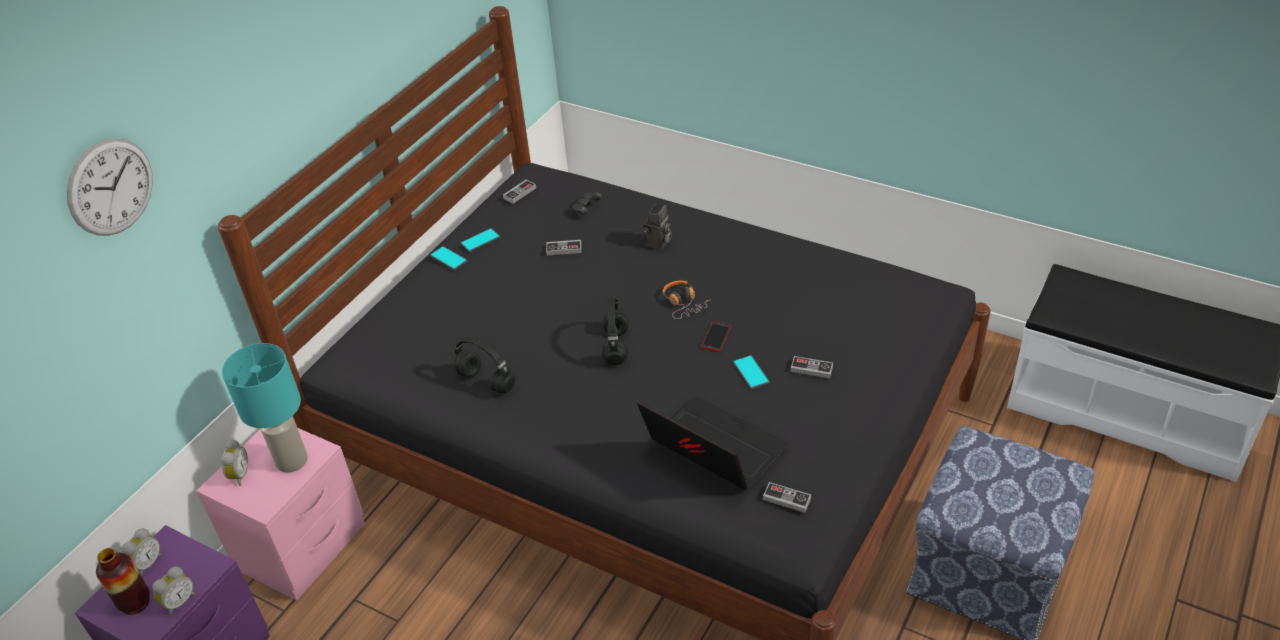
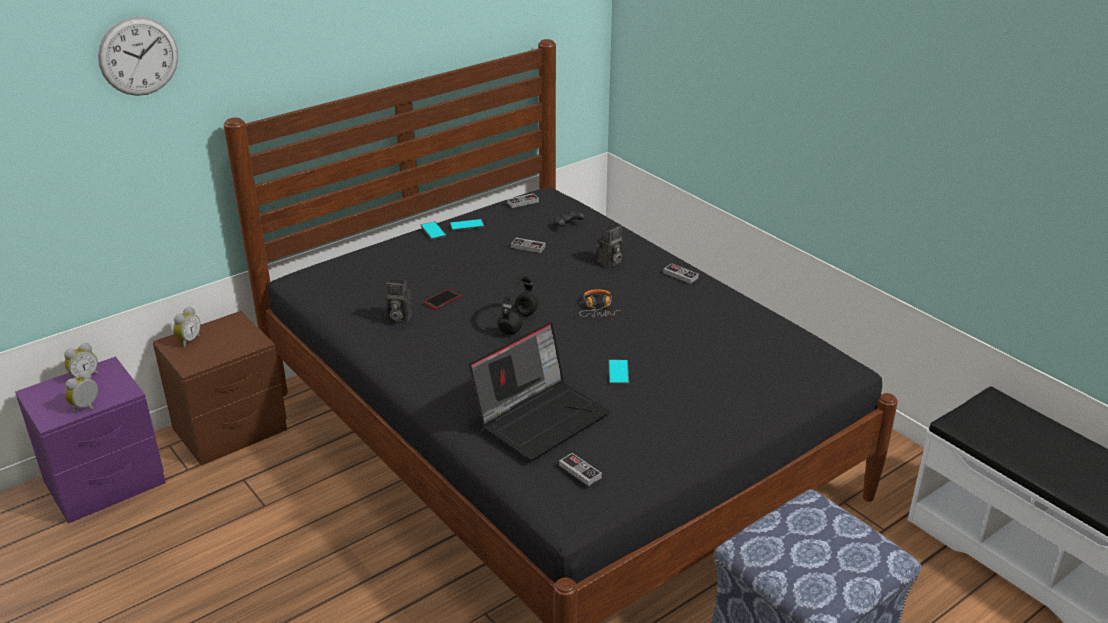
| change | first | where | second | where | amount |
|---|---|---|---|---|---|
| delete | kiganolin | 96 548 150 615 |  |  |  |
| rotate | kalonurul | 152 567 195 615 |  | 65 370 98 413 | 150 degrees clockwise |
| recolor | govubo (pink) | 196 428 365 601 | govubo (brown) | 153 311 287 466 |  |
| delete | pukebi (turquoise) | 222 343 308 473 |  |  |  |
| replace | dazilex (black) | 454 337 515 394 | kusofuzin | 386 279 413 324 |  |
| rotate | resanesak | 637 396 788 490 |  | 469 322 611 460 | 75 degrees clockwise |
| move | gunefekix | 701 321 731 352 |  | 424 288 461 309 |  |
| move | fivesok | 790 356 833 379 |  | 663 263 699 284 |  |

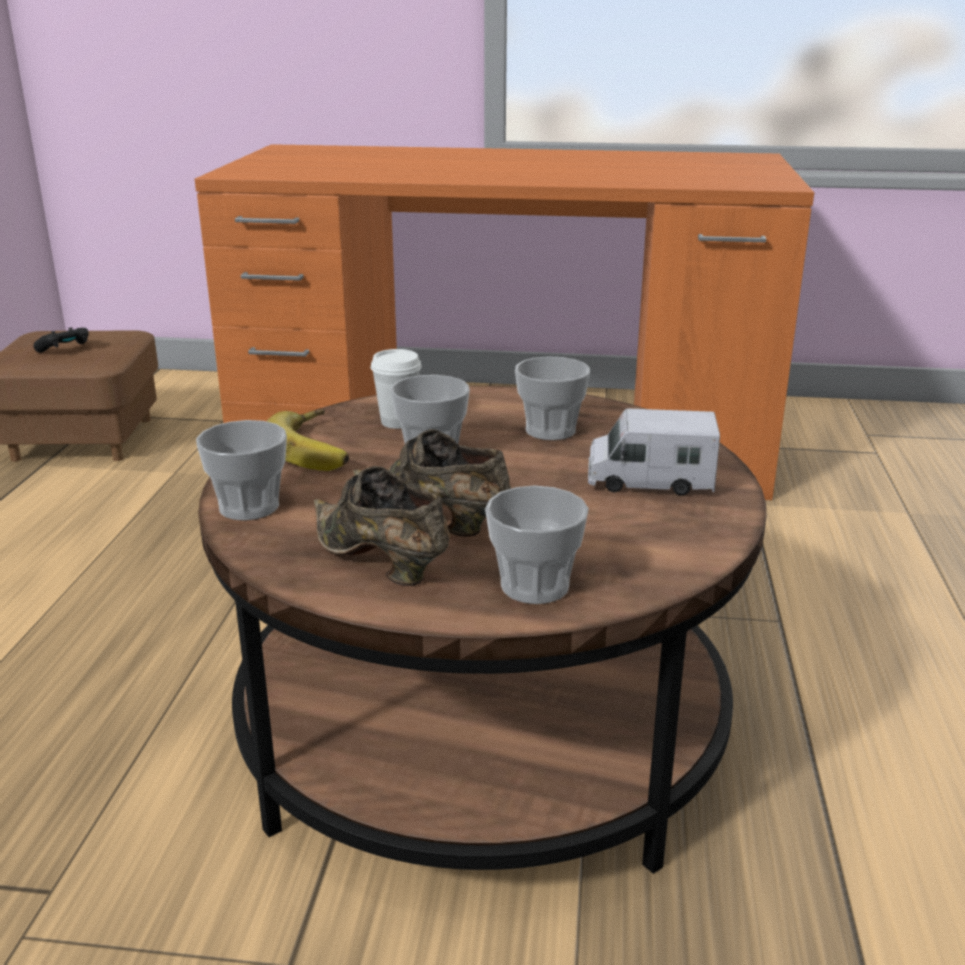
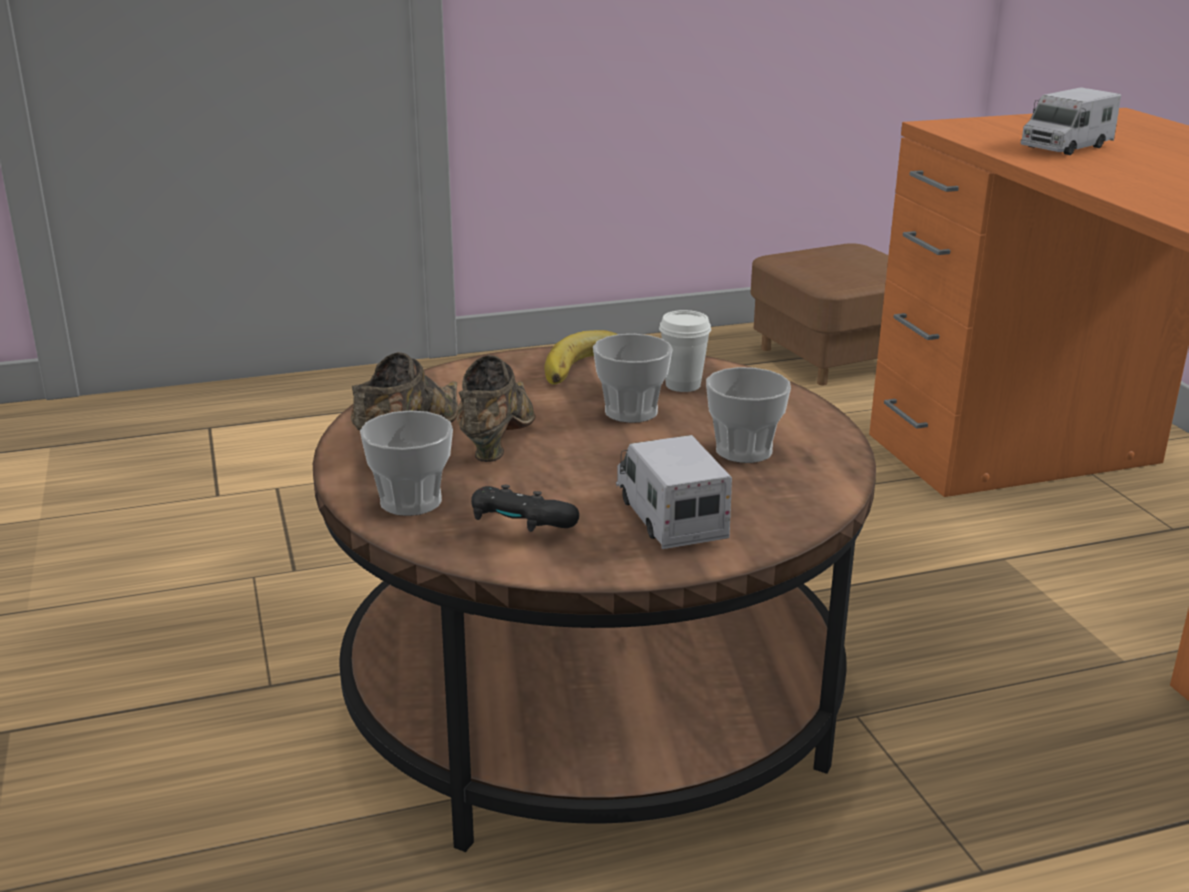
| change | first | where | second | where | amount |
|---|---|---|---|---|---|
| move | fivesok (black) | 34 327 89 353 |  | 471 485 579 532 |  |
| delete | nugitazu | 196 420 287 521 |  |  |  |
| insert |  |  | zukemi | 1021 88 1121 155 |  |

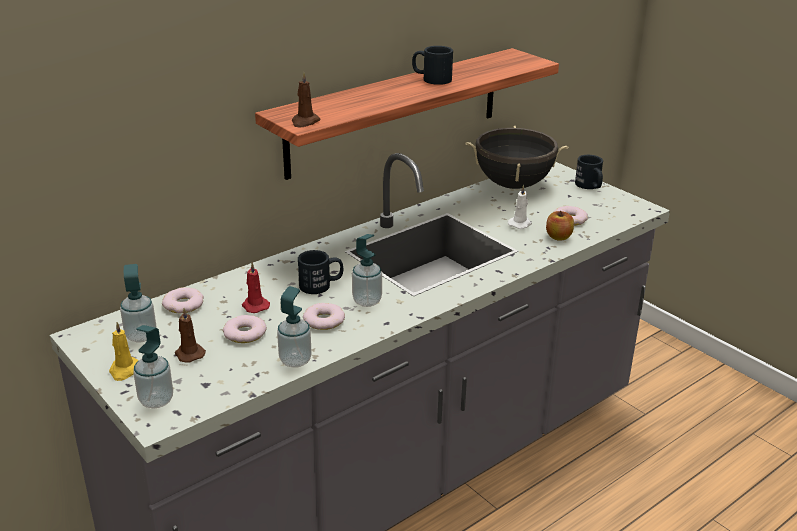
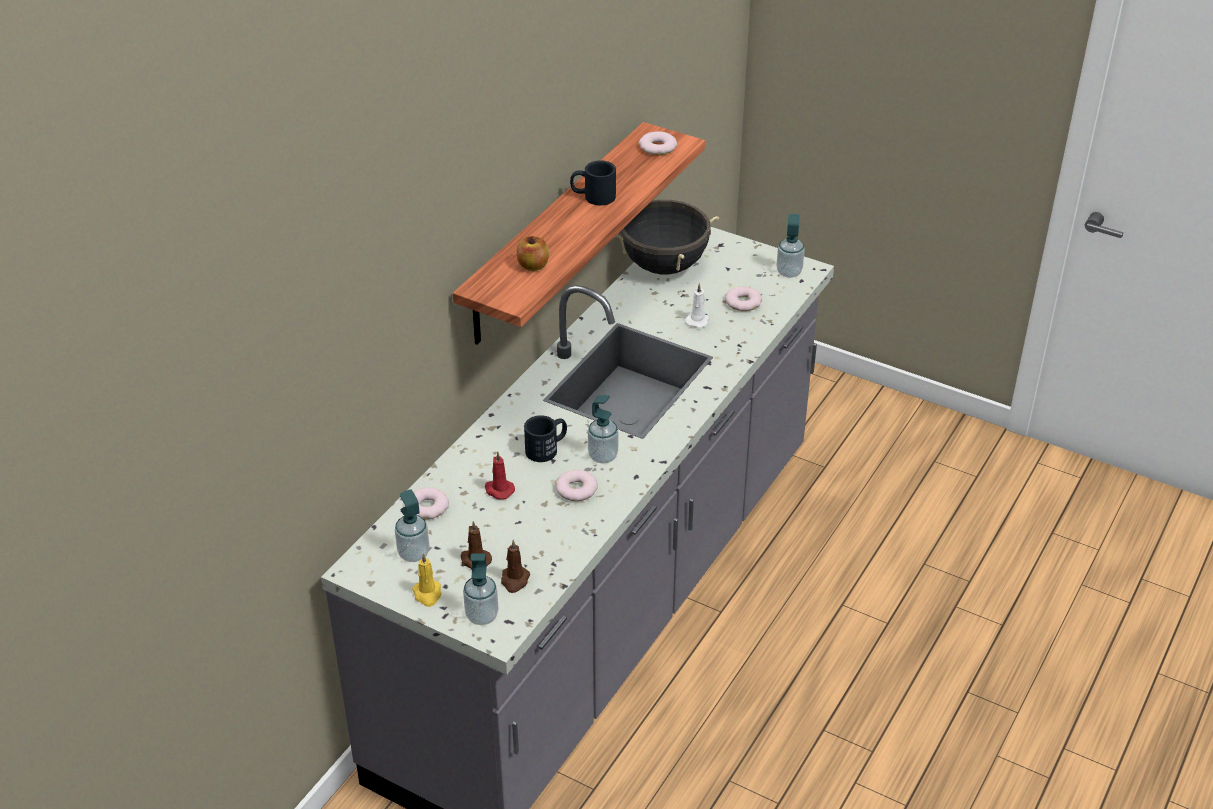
| change | first | where | second | where | amount |
|---|---|---|---|---|---|
| move | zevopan | 223 315 267 343 |  | 639 131 677 155 |  |
| move | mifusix | 277 286 312 368 |  | 776 214 805 278 |  |
| move | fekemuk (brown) | 292 71 320 127 |  | 501 540 530 593 |  |
| move | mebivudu | 546 210 574 241 |  | 517 236 549 271 |  |
| delete | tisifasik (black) | 575 155 603 189 |  |  |  |

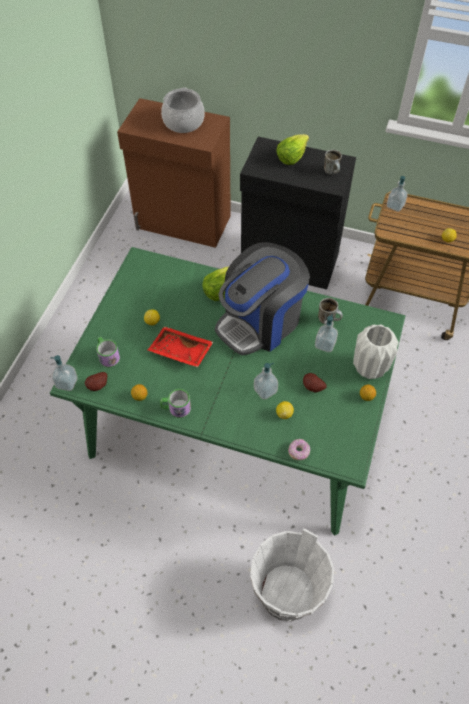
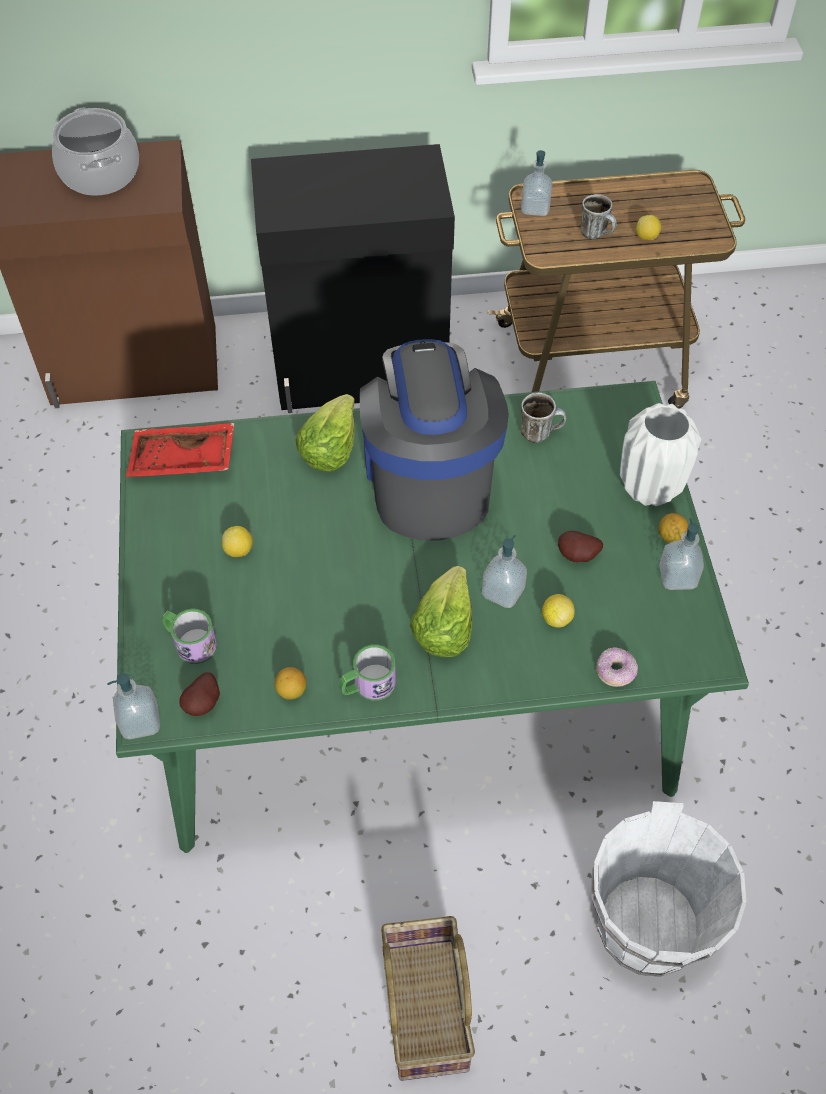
| change | first | where | second | where | amount |
|---|---|---|---|---|---|
| move | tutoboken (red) | 148 326 213 367 |  | 126 423 234 477 |  |
| rotate | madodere | 215 242 310 355 |  | 360 339 509 540 | 150 degrees clockwise |
| move | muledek | 276 134 309 165 |  | 410 566 473 657 |  |
| move | mifusix | 315 314 338 352 |  | 659 518 704 590 |  |
| move | tisifasik | 324 150 342 175 |  | 580 194 617 239 |  |
| insert |  |  | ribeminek | 381 916 475 1081 |  |

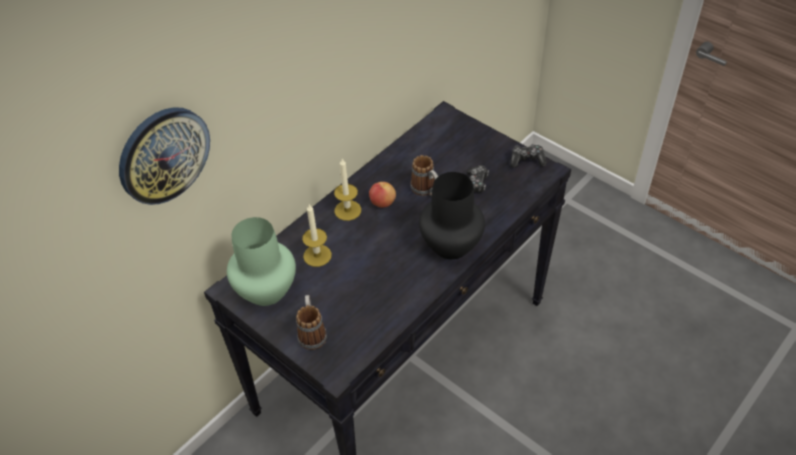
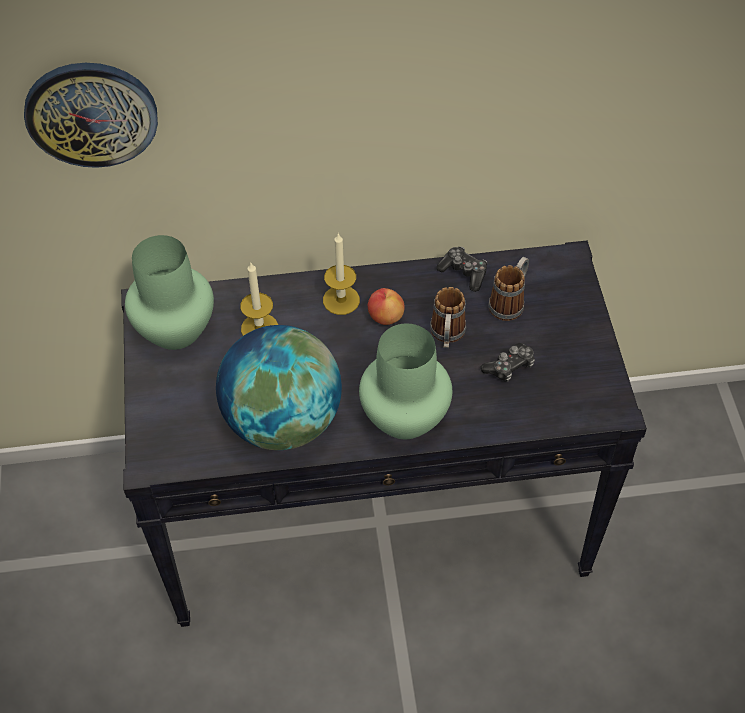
| change | first | where | second | where | amount |
|---|---|---|---|---|---|
| move | tisifasik | 296 295 327 350 |  | 488 257 529 321 |  |
| recolor | kiganolin (black) | 419 172 485 259 | kiganolin (green) | 359 323 452 440 |  |
| move | fivesok | 510 145 547 168 |  | 436 246 487 292 |  |
| insert |  |  | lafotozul | 216 325 342 450 |  |

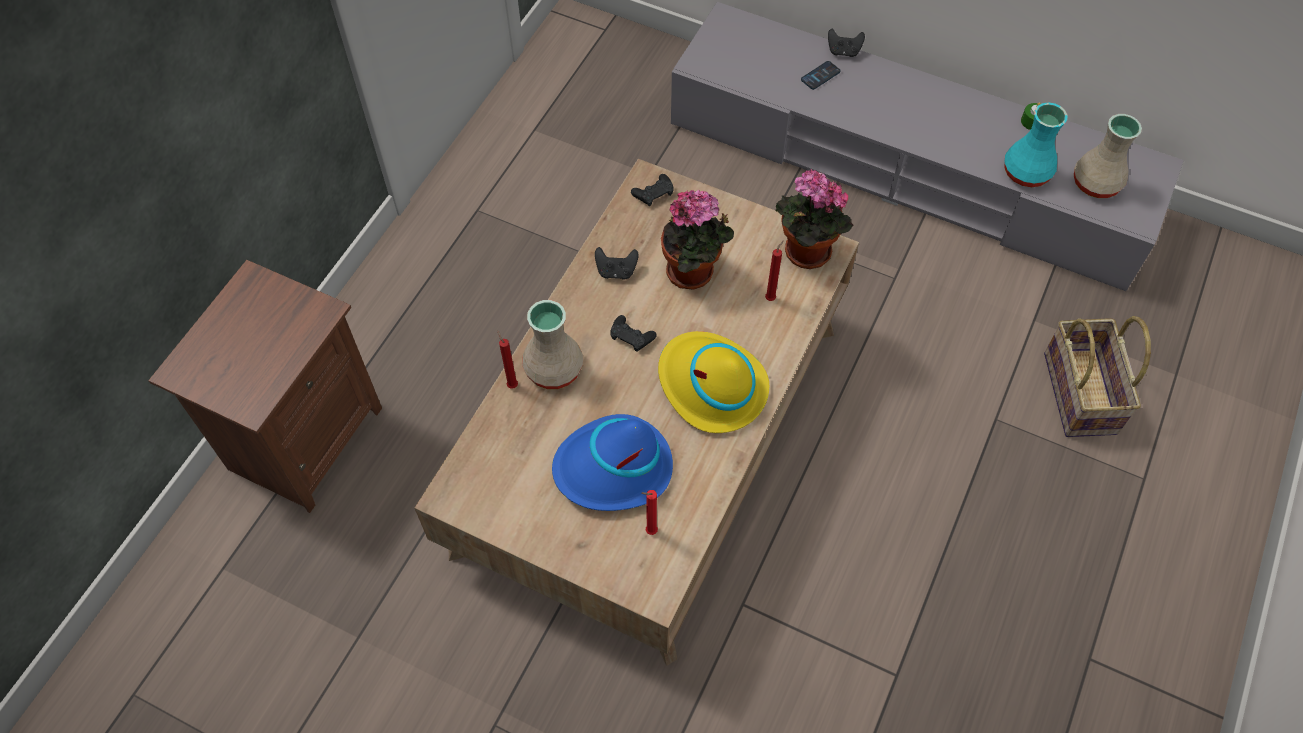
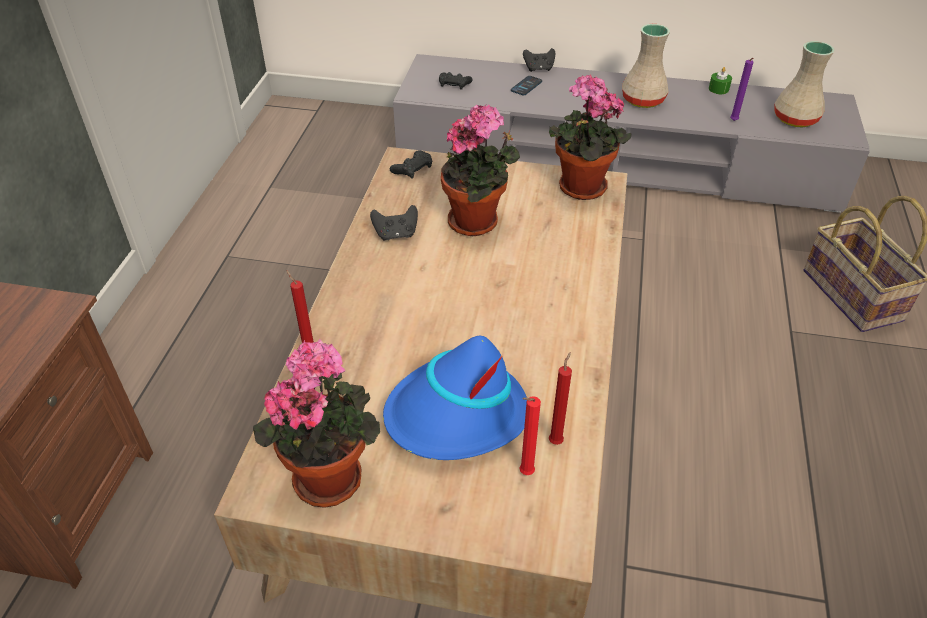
| change | first | where | second | where | amount |
|---|---|---|---|---|---|
| move | kiganolin (beige) | 522 300 583 389 |  | 622 24 670 108 |  |
| move | fivesok (black) | 610 315 657 352 |  | 439 72 473 90 |  |
| delete | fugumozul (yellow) | 658 331 769 433 |  |  |  |
| move | fekemuk (red) | 765 240 784 301 |  | 549 352 572 445 |  |
| replace | kiganolin (turquoise) | 1004 102 1068 187 | fekemuk (purple) | 730 58 753 121 |  |
| insert |  |  | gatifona | 253 339 380 508 |  |

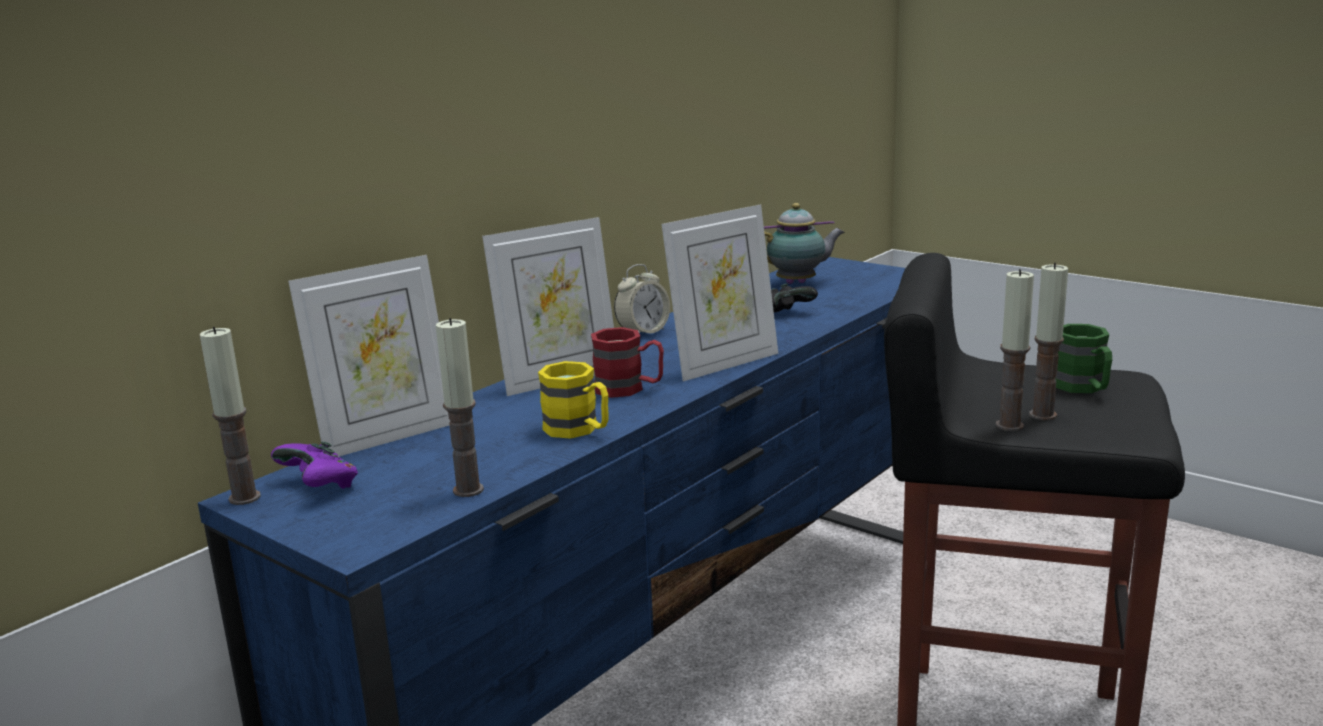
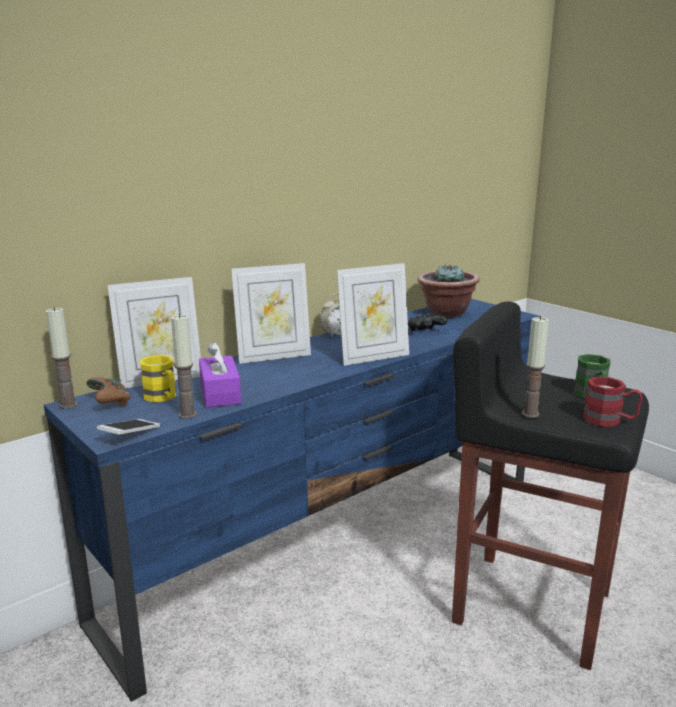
| change | first | where | second | where | amount |
|---|---|---|---|---|---|
| recolor | fivesok (purple) | 271 441 358 489 | fivesok (brown) | 86 377 130 406 |  |
| move | tisifasik (yellow) | 538 361 608 439 |  | 140 355 176 402 |  |
| move | tisifasik (red) | 591 327 664 398 |  | 583 377 642 427 |  |
| replace | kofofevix | 764 203 845 284 | gatifona | 417 264 480 318 |  |
| delete | fekemuk | 1029 262 1068 420 |  |  |  |
| insert |  |  | gunefekix | 97 419 160 434 |  |
| insert |  |  | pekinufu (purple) | 199 341 241 408 |  |

